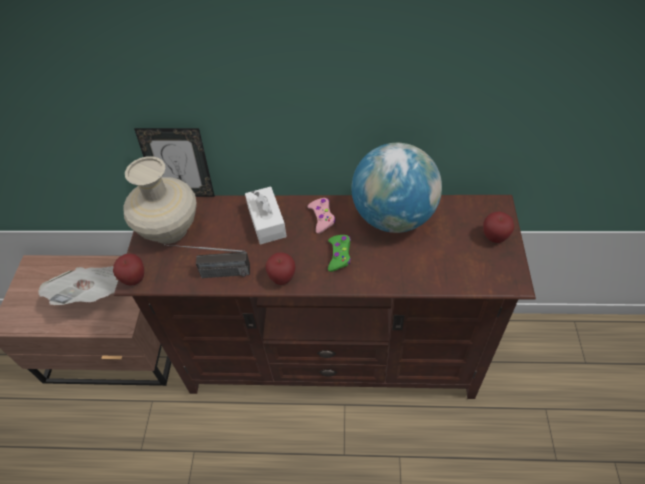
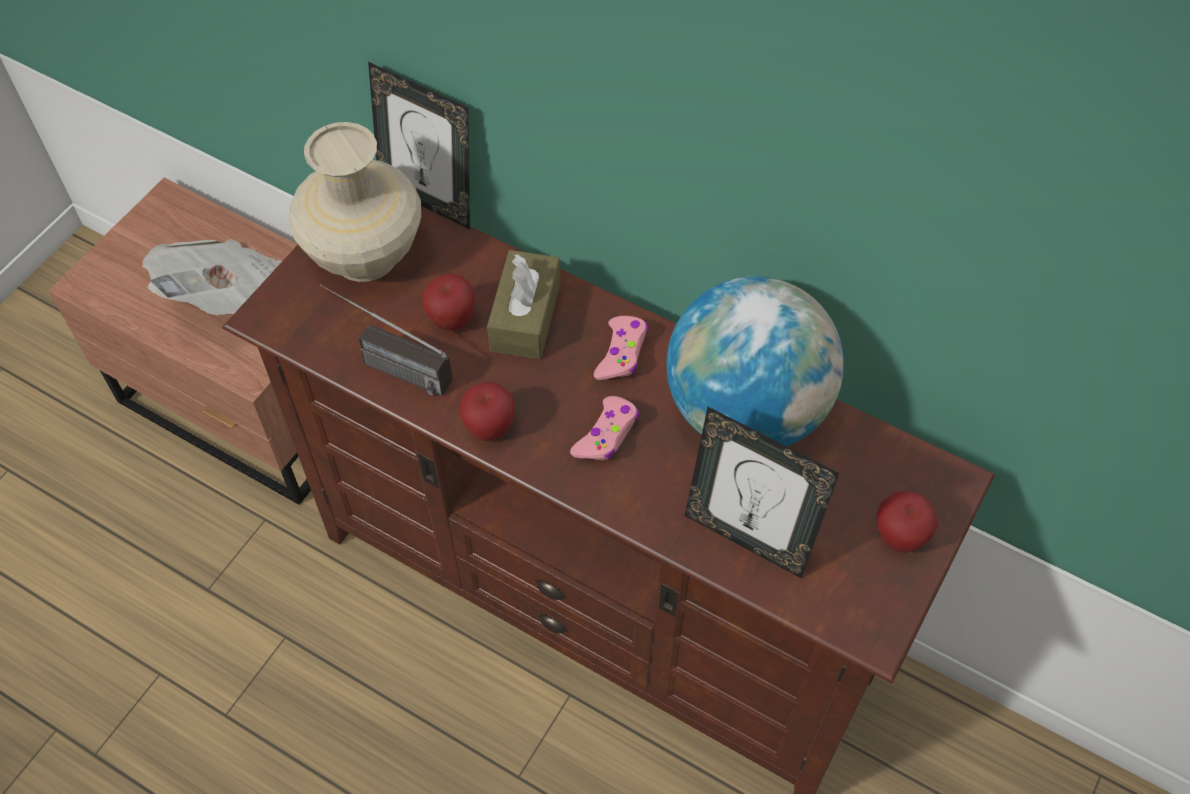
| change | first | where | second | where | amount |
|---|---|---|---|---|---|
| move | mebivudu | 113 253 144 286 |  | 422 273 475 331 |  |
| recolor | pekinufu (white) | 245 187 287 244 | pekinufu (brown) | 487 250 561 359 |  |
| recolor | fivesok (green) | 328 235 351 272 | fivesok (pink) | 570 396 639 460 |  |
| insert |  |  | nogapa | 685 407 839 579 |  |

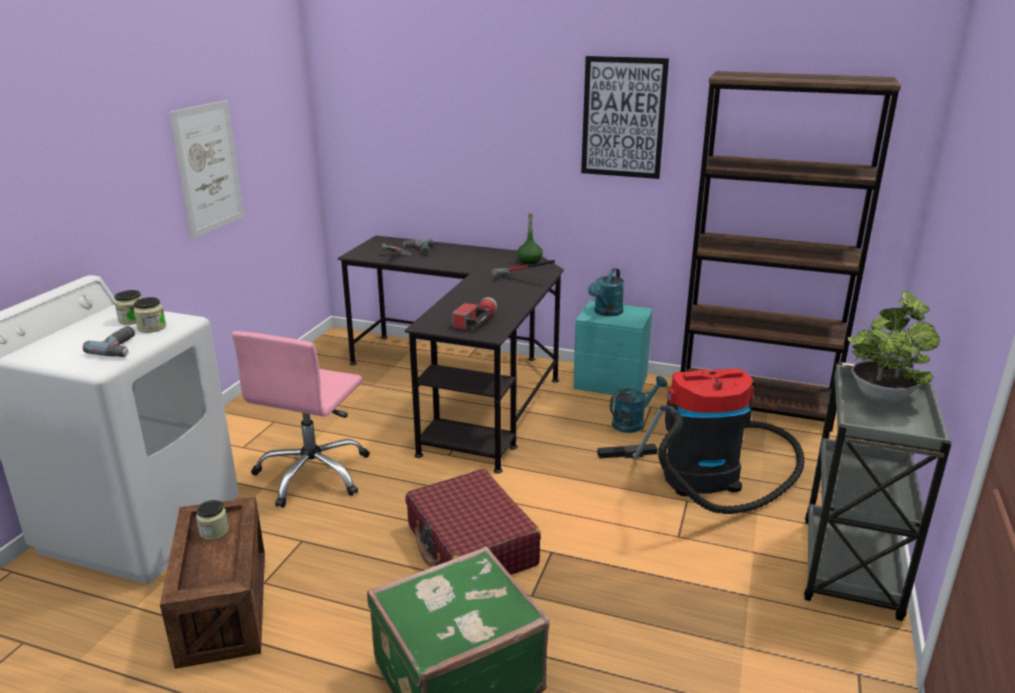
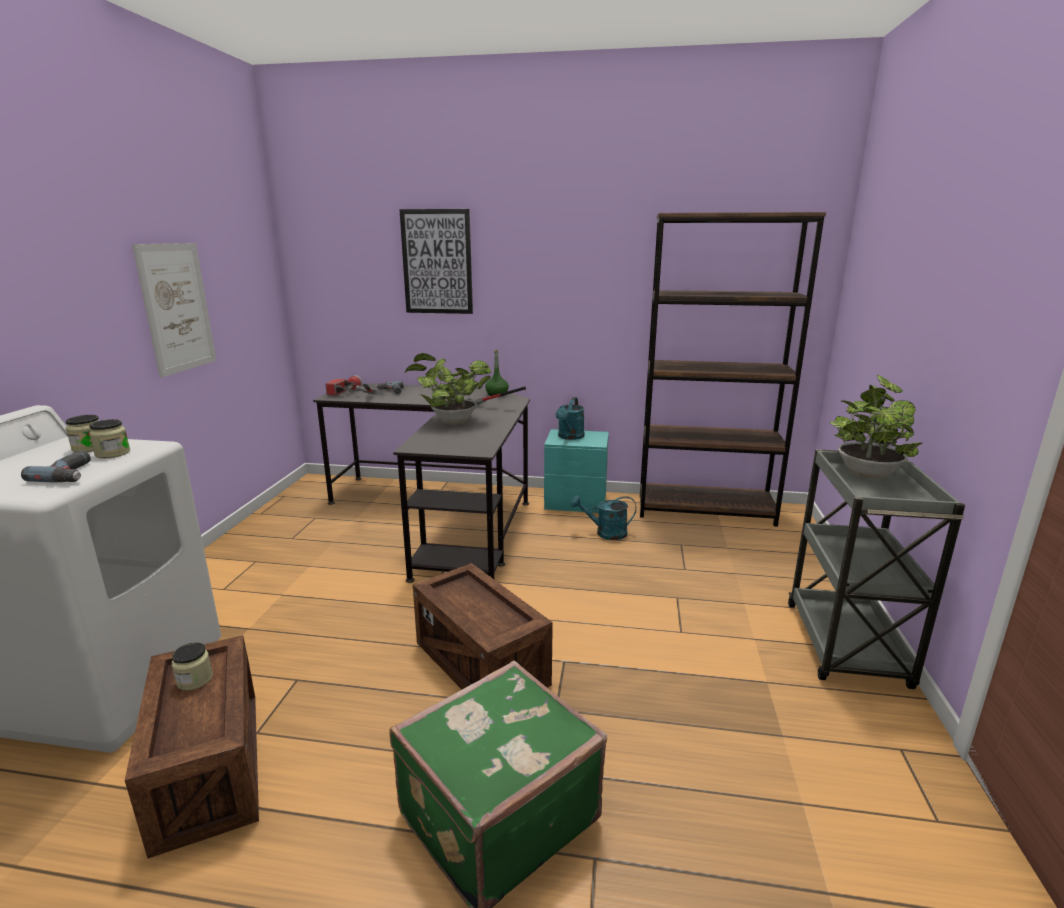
| change | first | where | second | where | amount |
|---|---|---|---|---|---|
| delete | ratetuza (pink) | 232 331 370 508 |  |  |  |
| replace | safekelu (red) | 405 469 541 575 | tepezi | 413 563 553 689 |  |
| move | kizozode | 452 297 497 330 |  | 325 375 362 396 |  |
| move | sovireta | 581 56 669 179 |  | 399 209 473 314 |  |
| delete | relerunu | 597 369 804 514 |  |  |  |
| rotate | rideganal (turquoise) | 610 376 667 433 |  | 570 495 636 540 | 135 degrees counterclockwise |
| insert |  |  | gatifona | 405 353 491 424 |  |

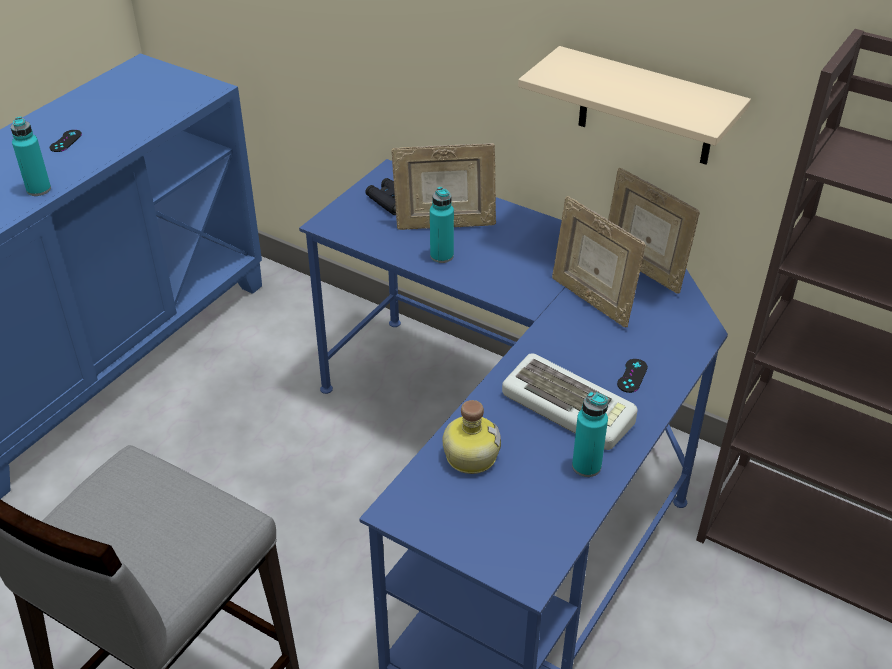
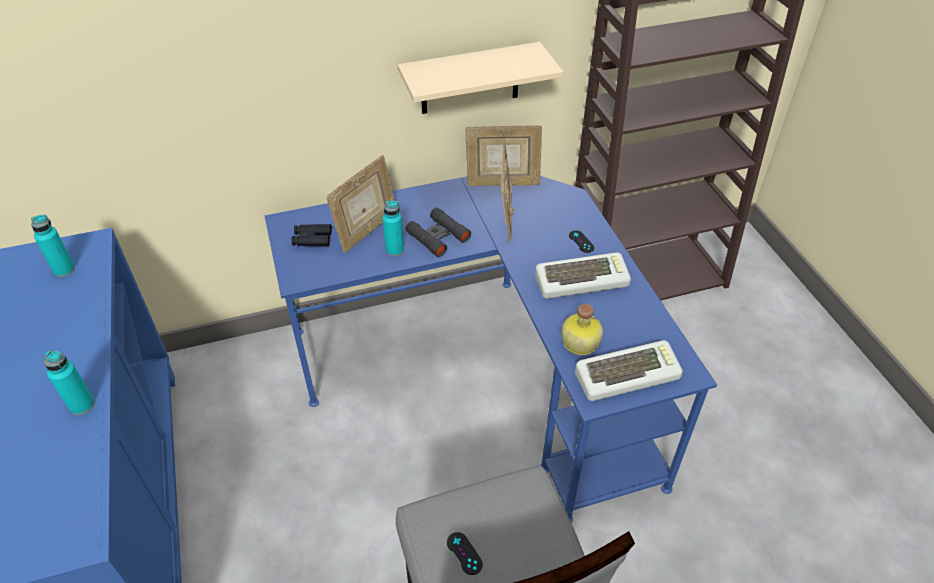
| change | first | where | second | where | amount |
|---|---|---|---|---|---|
| move | fivesok (black) | 50 130 82 152 |  | 447 532 483 575 |  |
| rotate | nogapa | 552 196 646 327 |  | 501 140 514 242 | 90 degrees counterclockwise |
| move | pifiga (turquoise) | 572 391 608 477 |  | 31 214 75 277 |  |
| insert |  |  | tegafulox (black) | 406 208 471 257 |  |
| insert |  |  | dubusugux | 575 340 683 401 |  |

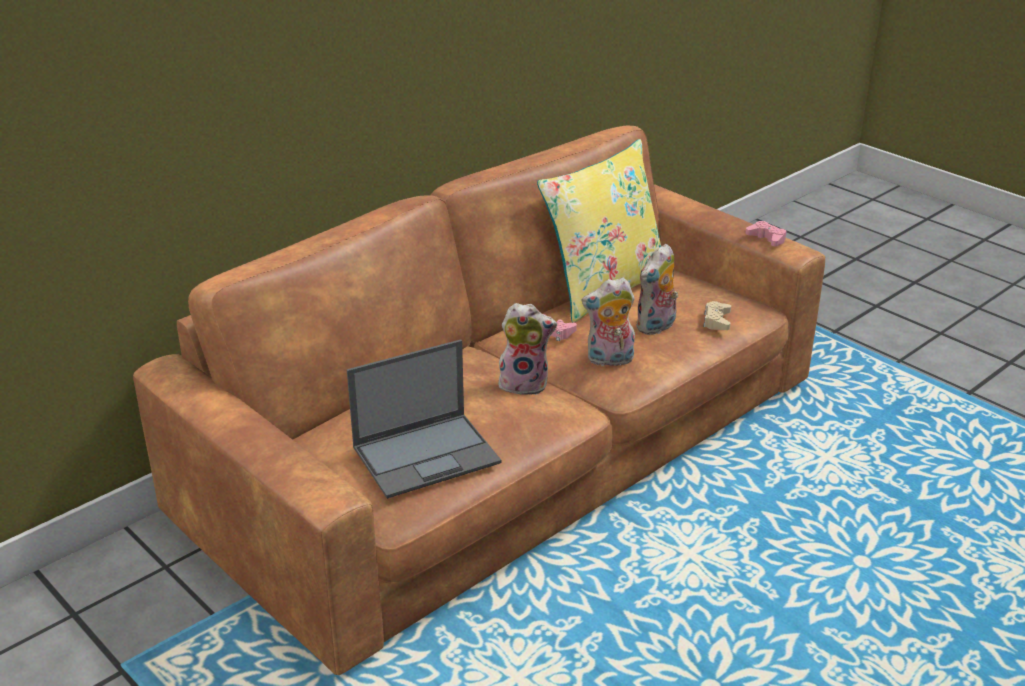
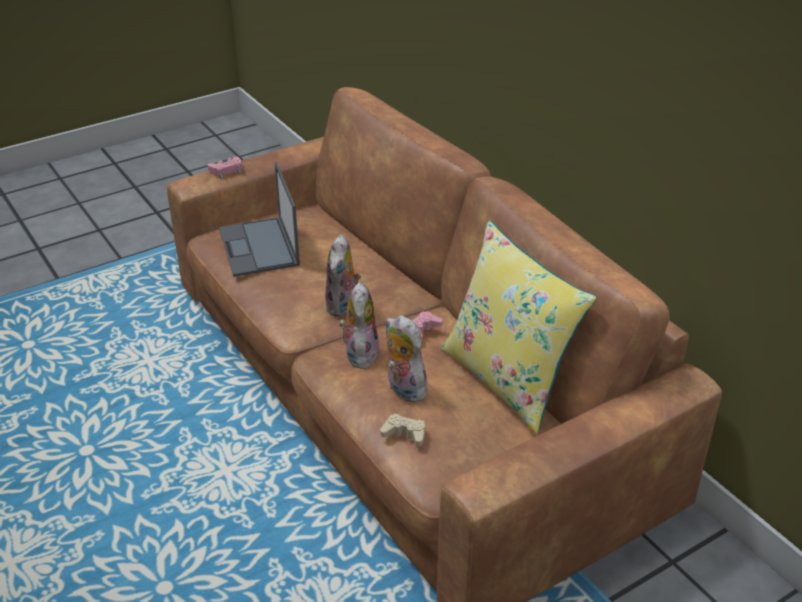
| change | first | where | second | where | amount |
|---|---|---|---|---|---|
| move | fivesok (pink) | 745 221 786 246 |  | 208 157 242 178 |  |

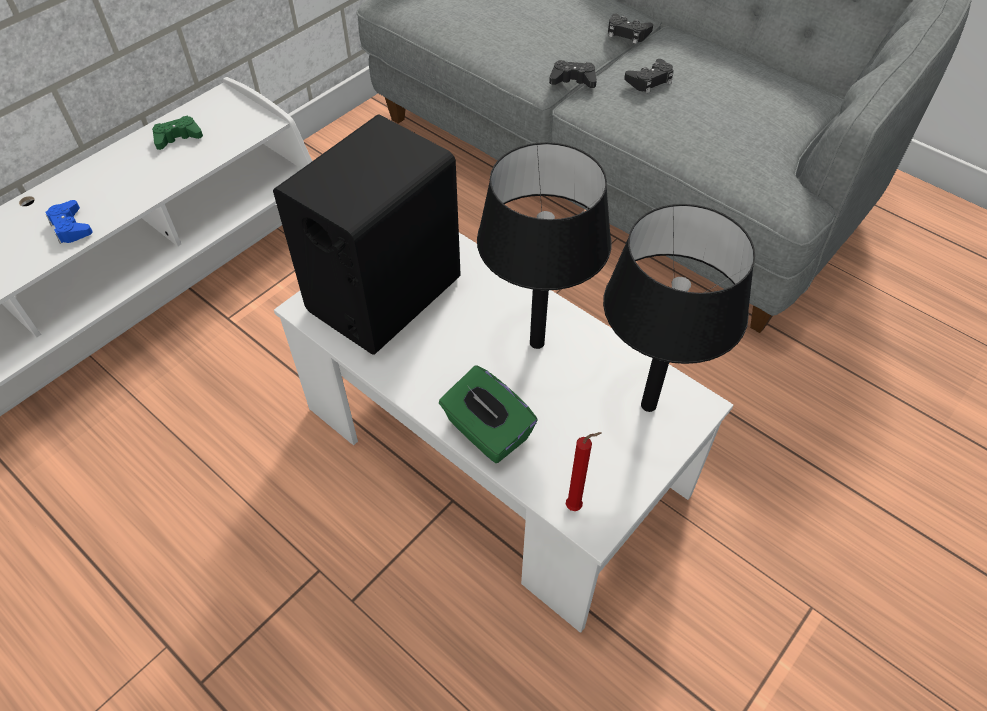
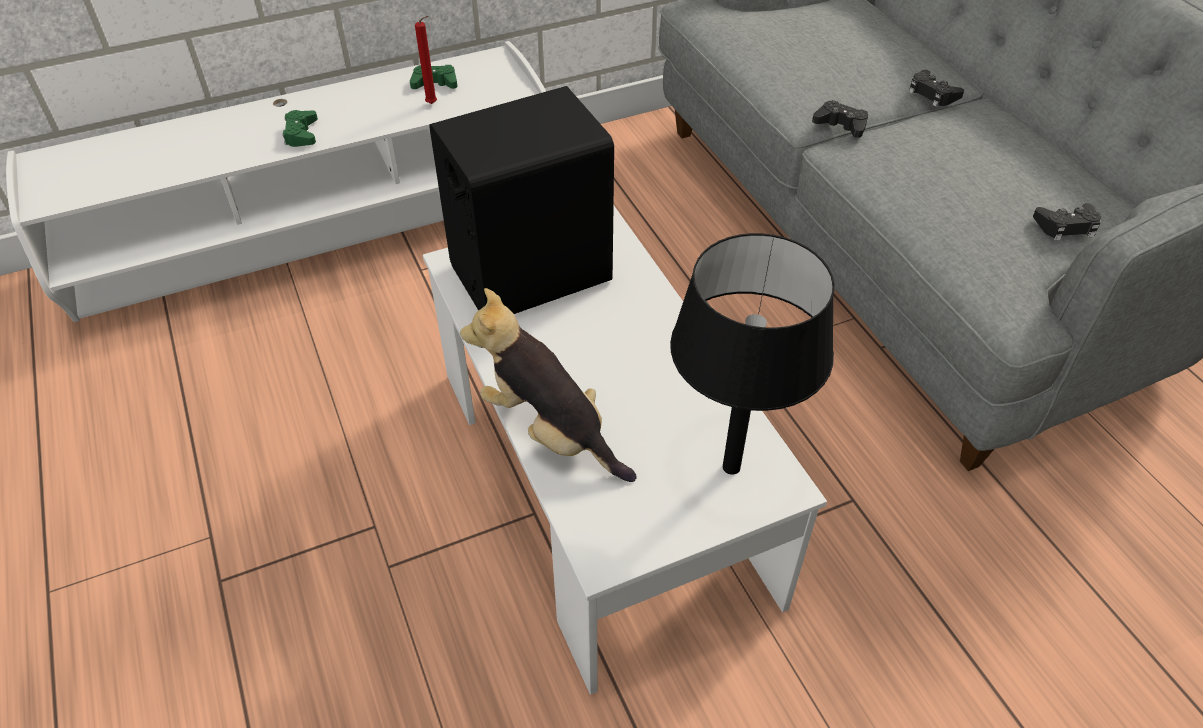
| change | first | where | second | where | amount |
|---|---|---|---|---|---|
| recolor | fivesok (blue) | 46 200 93 244 | fivesok (green) | 283 110 318 147 |  |
| replace | pekinufu (green) | 439 366 538 463 | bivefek | 460 288 637 482 |  |
| delete | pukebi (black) | 477 142 612 349 |  |  |  |
| move | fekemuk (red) | 566 432 602 511 |  | 415 16 437 104 |  |
| move | fivesok (black) | 624 59 674 94 |  | 1033 203 1101 241 |  |

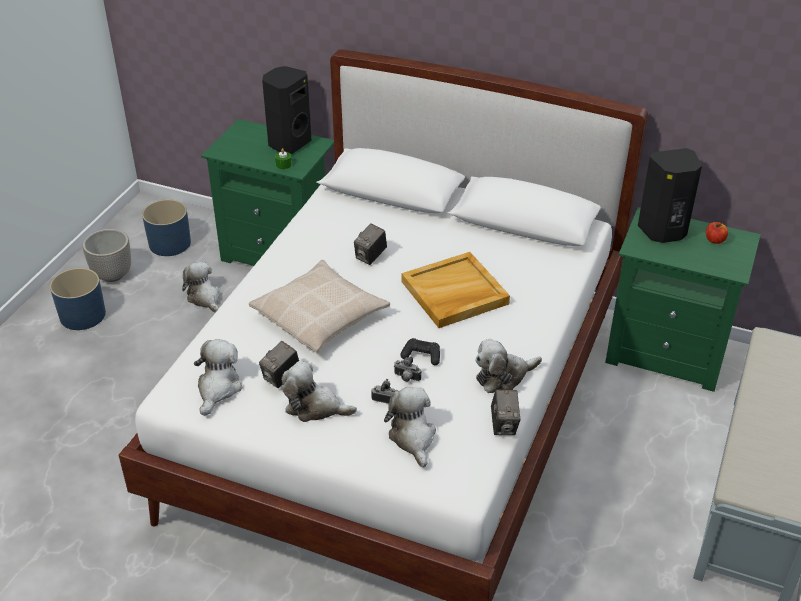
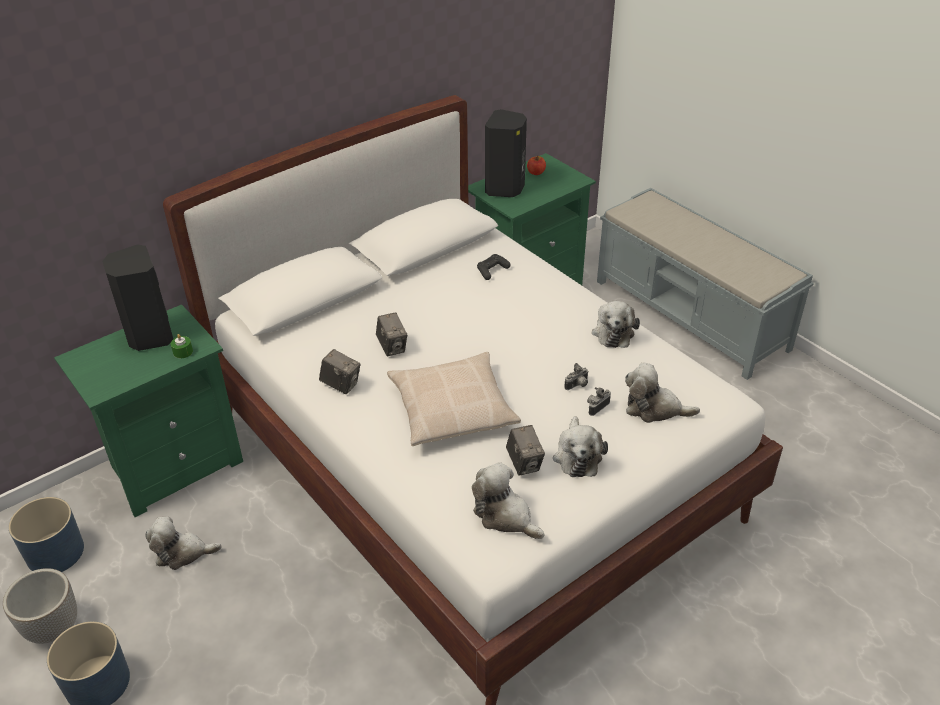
| change | first | where | second | where | amount |
|---|---|---|---|---|---|
| rotate | bivefek | 281 361 357 422 |  | 553 416 608 477 | 45 degrees counterclockwise |
| move | fivesok (black) | 400 338 440 365 |  | 477 254 511 280 |  |
| delete | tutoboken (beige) | 402 252 510 328 |  |  |  |
| move | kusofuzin | 491 390 521 435 |  | 319 349 361 394 |  |

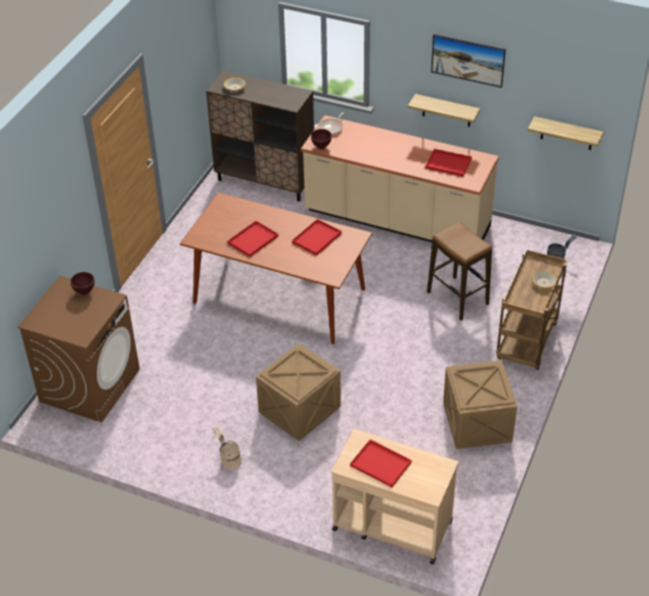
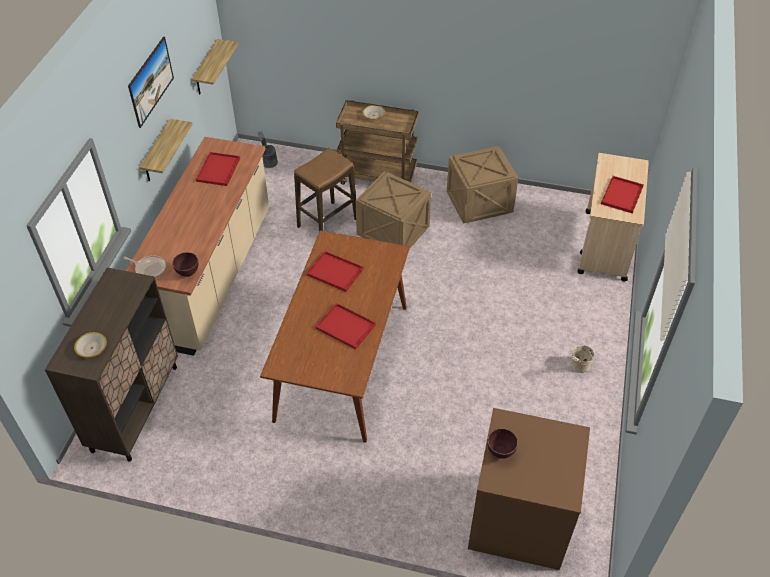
| change | first | where | second | where | amount |
|---|---|---|---|---|---|
| move | tepezi | 256 343 341 441 |  | 356 171 431 248 |  |

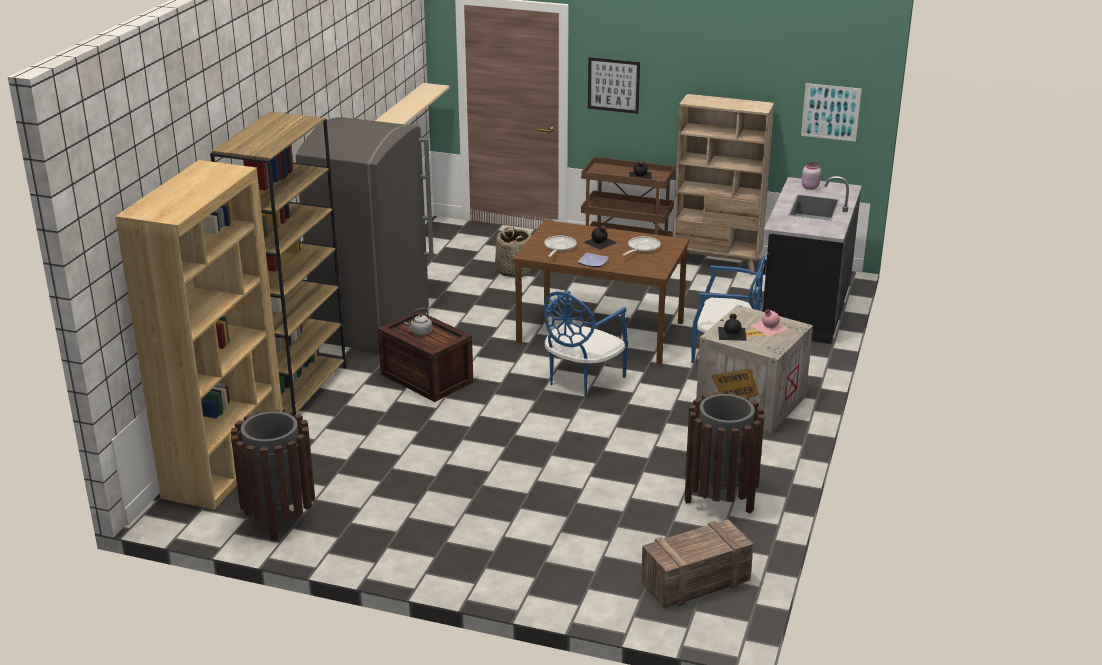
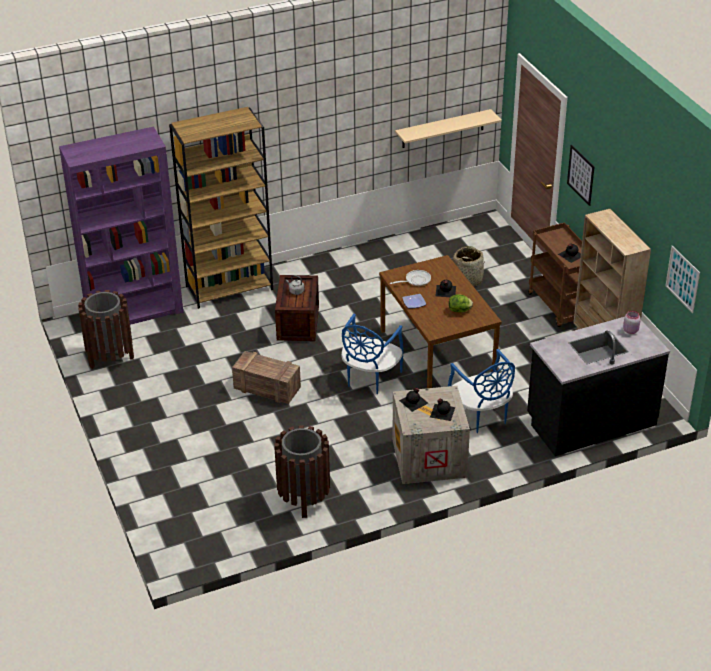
| change | first | where | second | where | amount |
|---|---|---|---|---|---|
| recolor | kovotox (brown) | 115 160 283 510 | kovotox (purple) | 59 127 183 325 |  |
| delete | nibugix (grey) | 296 117 434 353 |  |  |  |
| rotate | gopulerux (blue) | 544 291 628 397 |  | 341 314 404 394 | 60 degrees counterclockwise |
| replace | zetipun | 622 236 660 256 | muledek | 449 294 473 312 |  |
| move | tepezi | 641 519 753 609 |  | 232 351 301 404 |  |
| recolor | pifiga (pink) | 750 309 788 336 | pifiga (black) | 430 399 455 421 |  |

